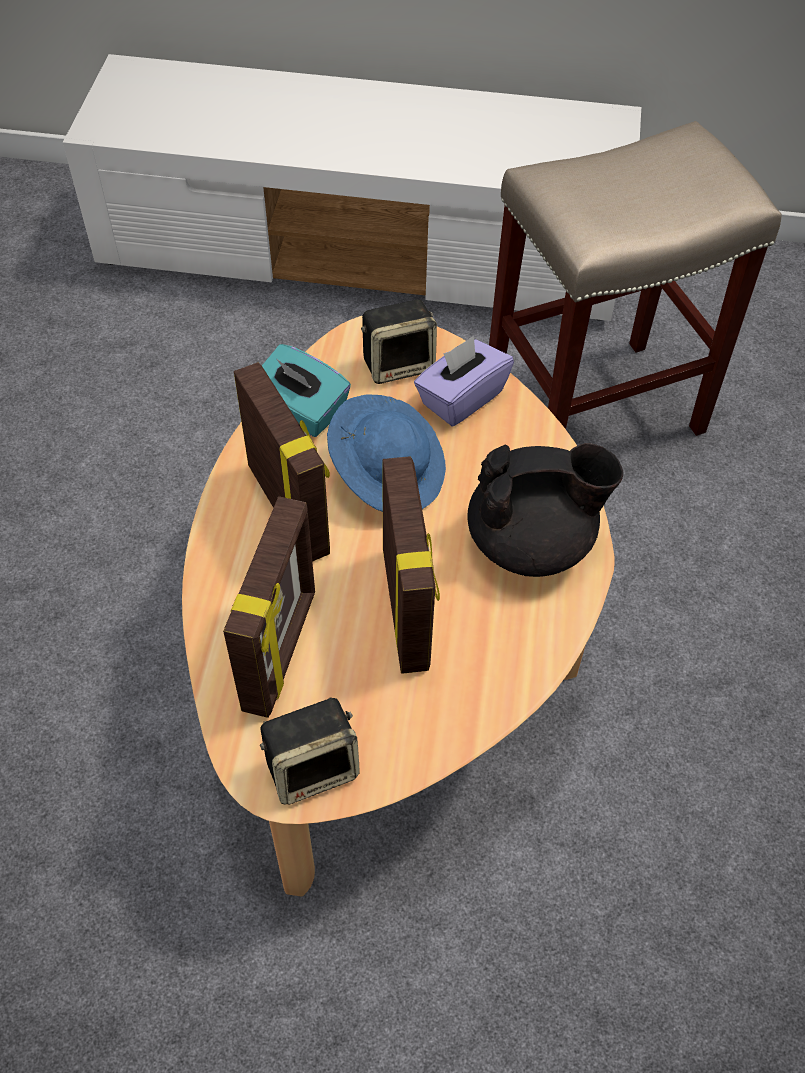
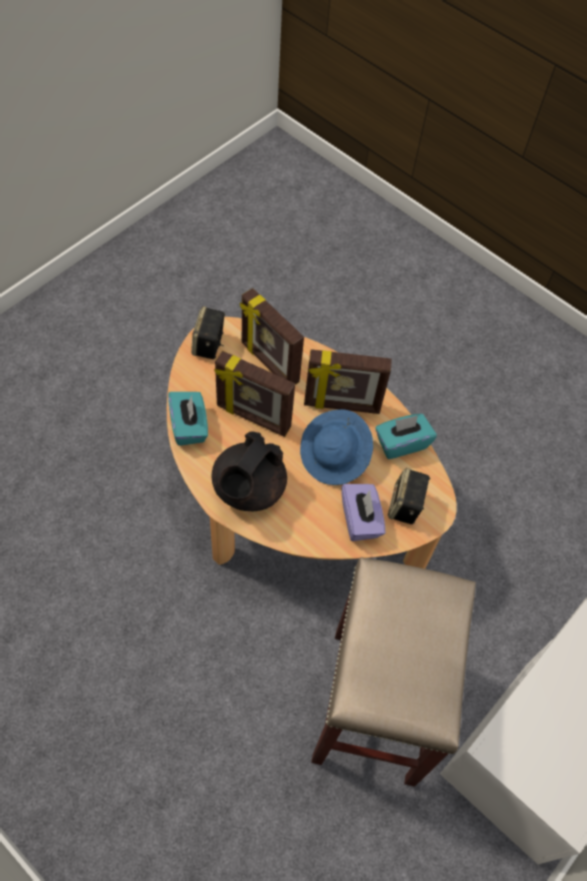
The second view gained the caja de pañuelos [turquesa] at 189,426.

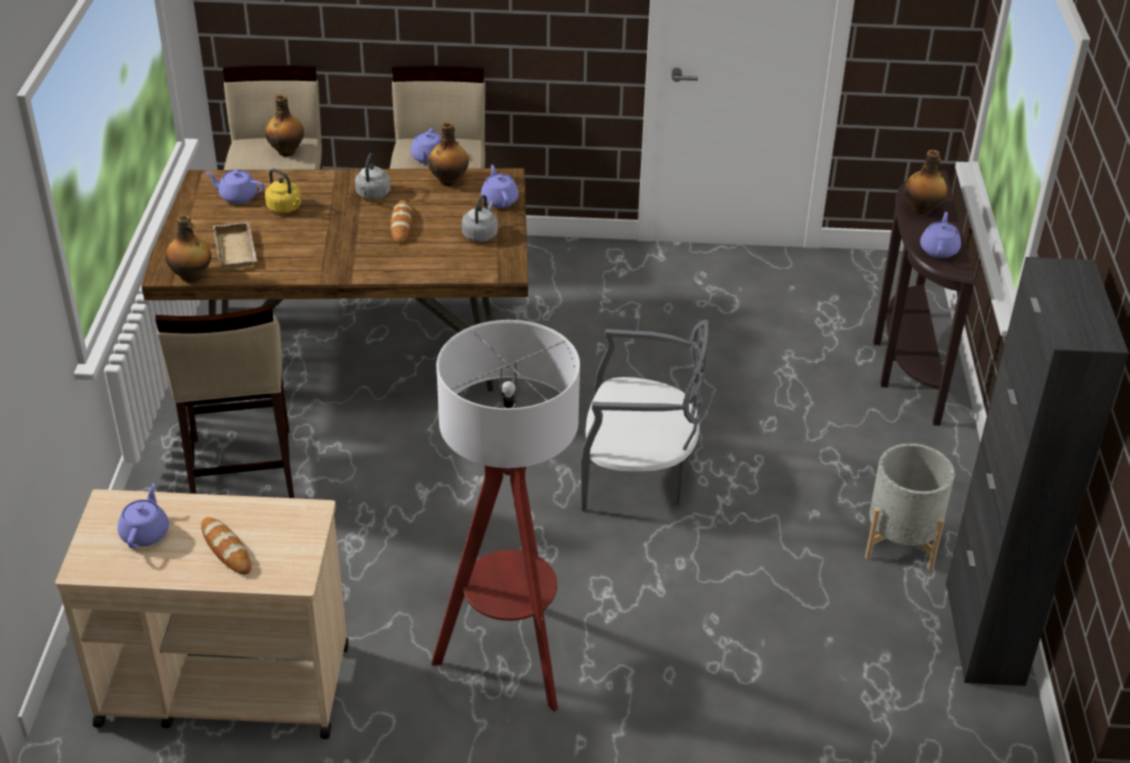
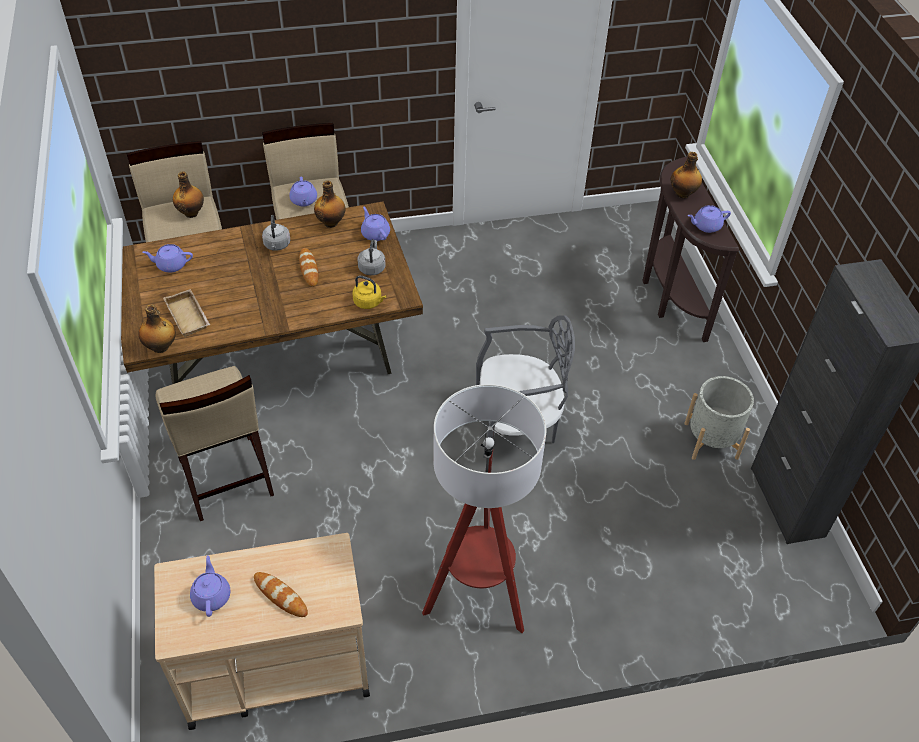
The hervidor [amarillo] ended up elsewhere, having gone from 285,208 to 369,302.
The tetera [morado] at 939,249 ended up facing another way, 105 degrees counterclockwise from before.

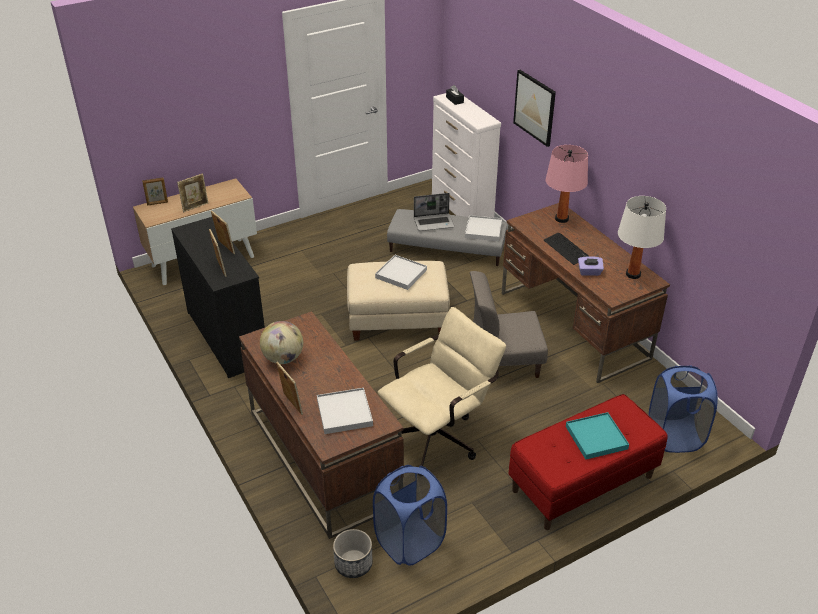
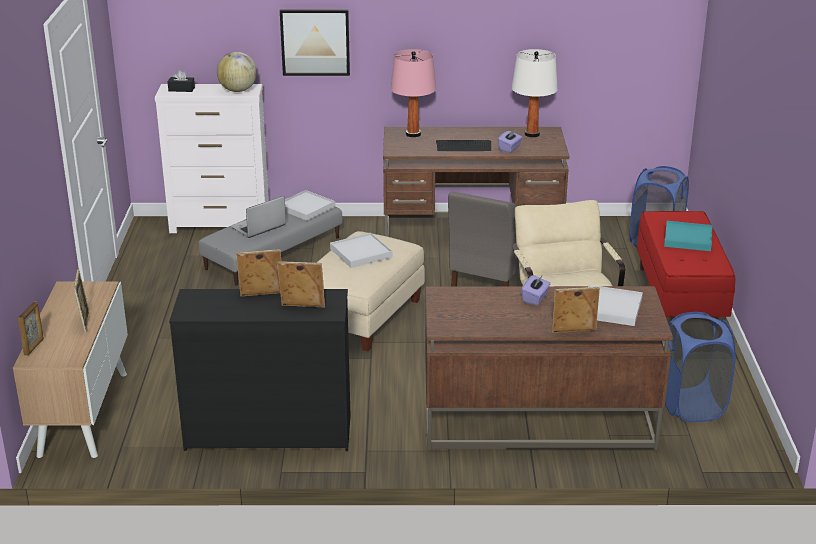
The second view lost the maceta at 353,564.
The second view gained the caja de pañuelos [morado] at 535,298.
The globo terráqueo ended up elsewhere, having gone from 283,358 to 238,90.
The portátil at 434,223 ended up facing another way, 150 degrees counterclockwise from before.

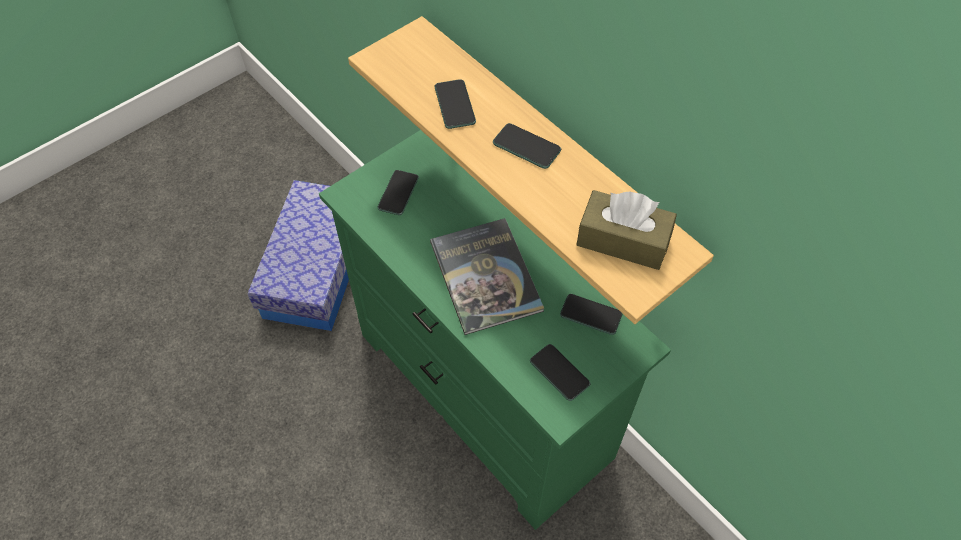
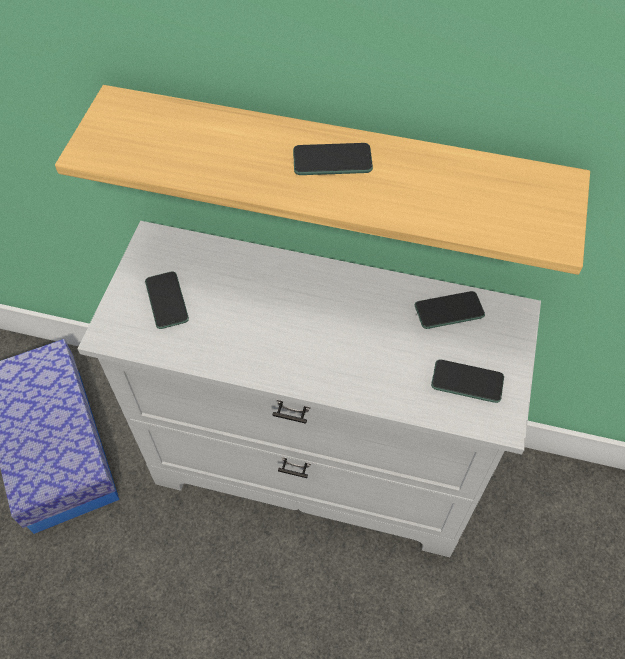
The second view lost the libro at 485,276.
The second view lost the móvil at 455,105.
The second view lost the caja de pañuelos [marrón] at 623,240.
What was the cómoda [verde] at 484,395 turned into the cómoda [blanco] at 315,466.

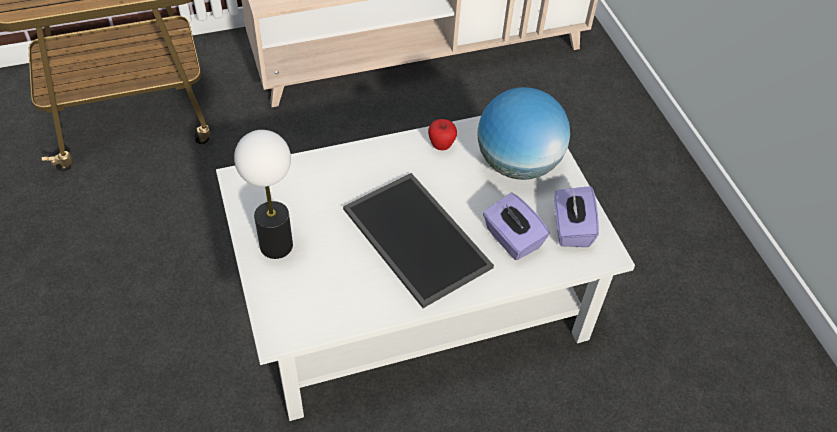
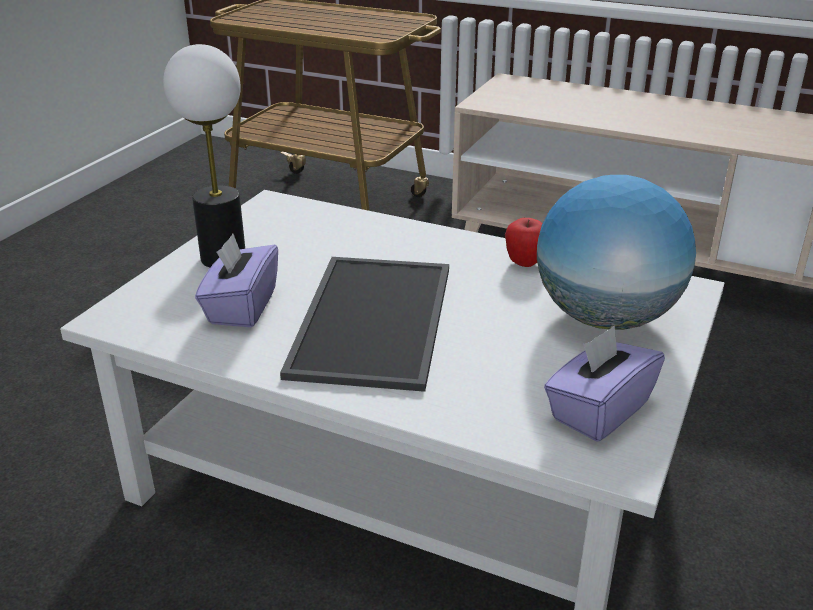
The caja de pañuelos [morado] ended up elsewhere, having gone from 512,239 to 241,307.

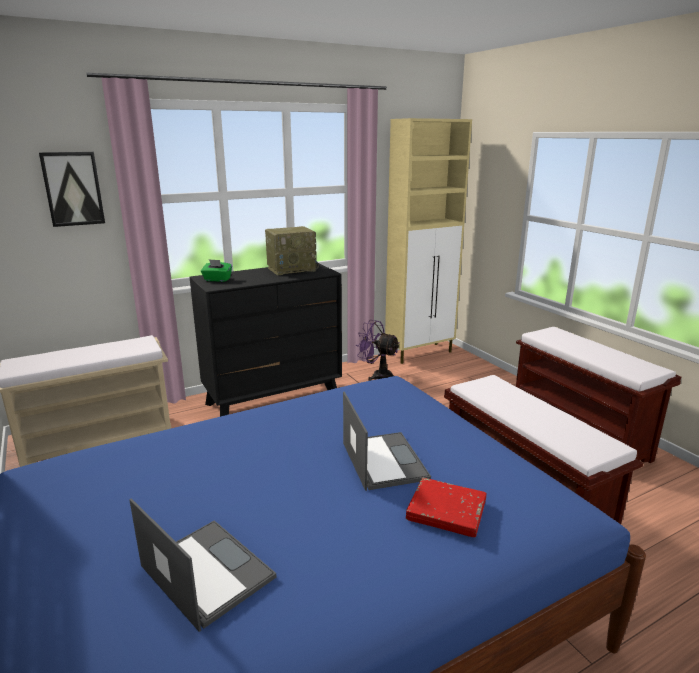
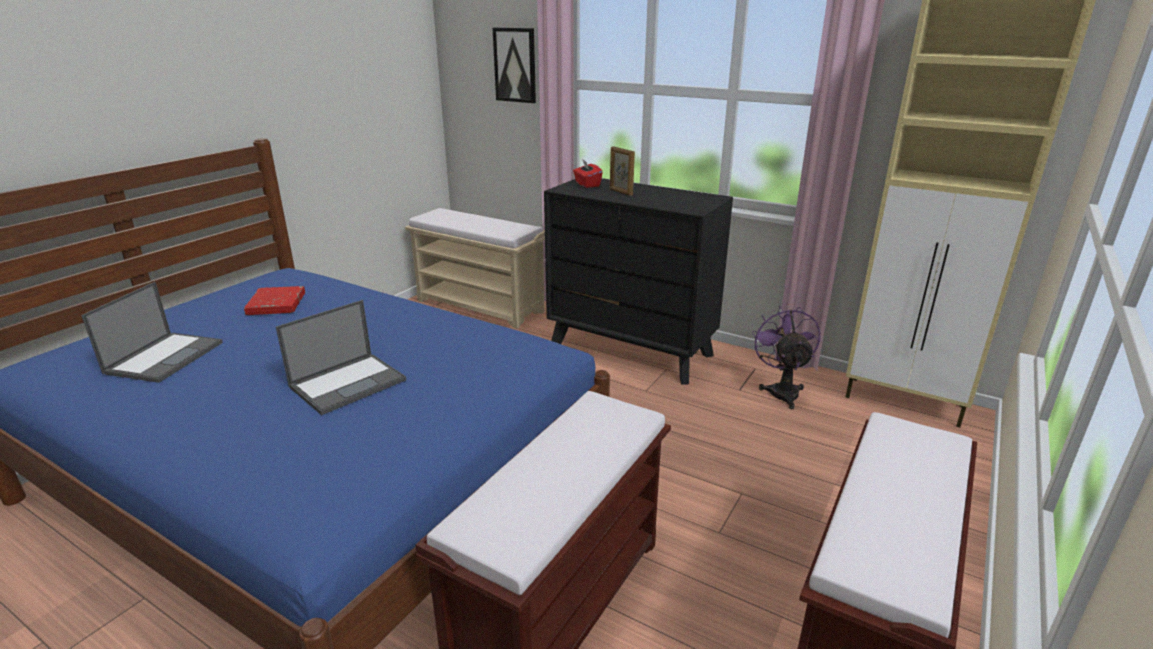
The second view lost the radio at 292,269.
The second view gained the portarretratos at 620,192.
The libro [rojo] ended up elsewhere, having gone from 446,511 to 276,304.
What was the caja de pañuelos [verde] at 217,280 turned into the caja de pañuelos [rojo] at 587,184.

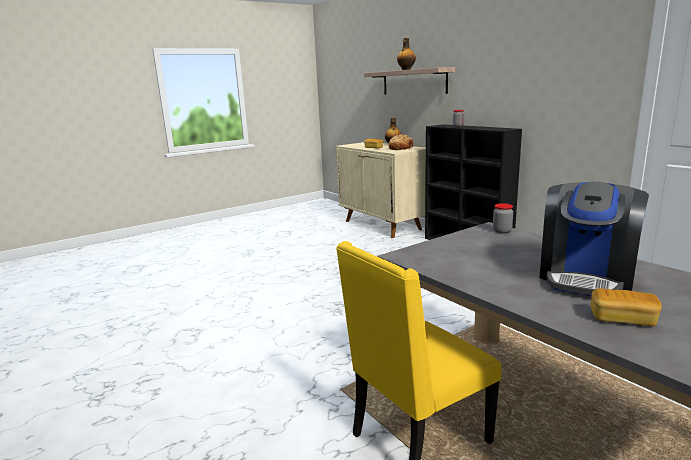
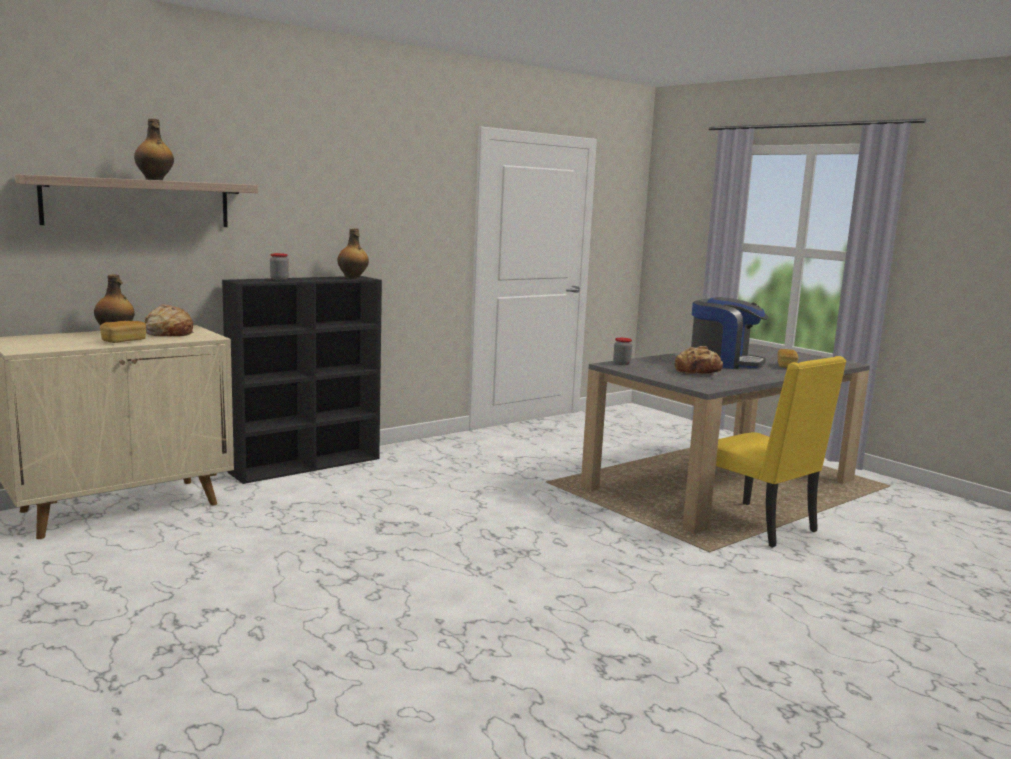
The second view gained the botella at 352,278.
The second view gained the pan at 698,372.

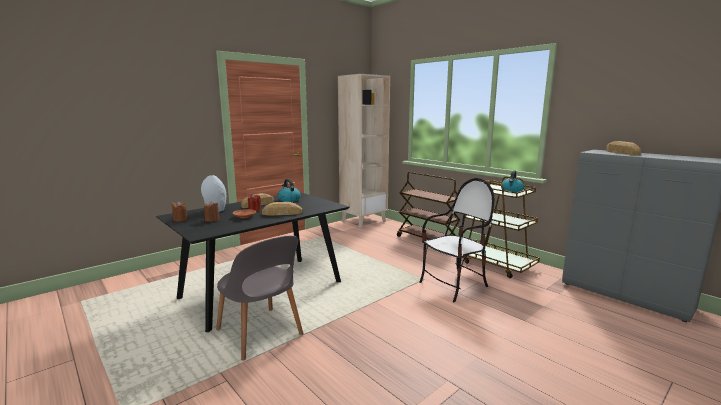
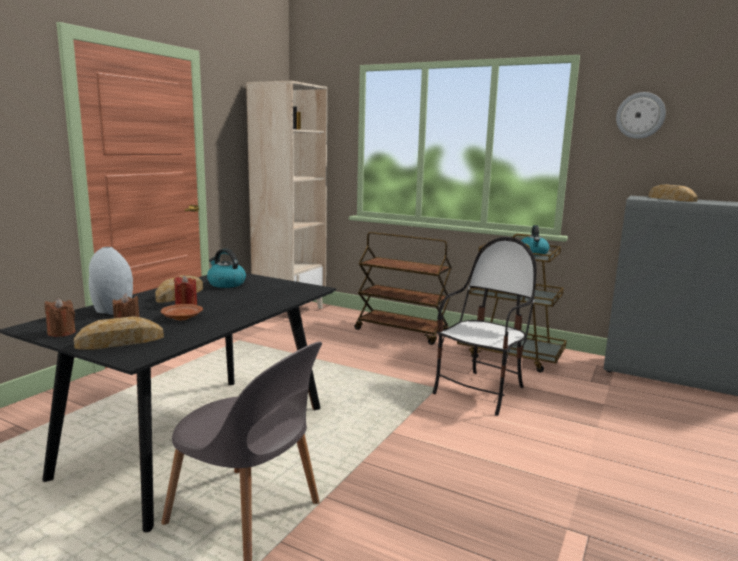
The second view gained the reloj de pared at 640,115.
The pan ended up elsewhere, having gone from 282,213 to 120,341.

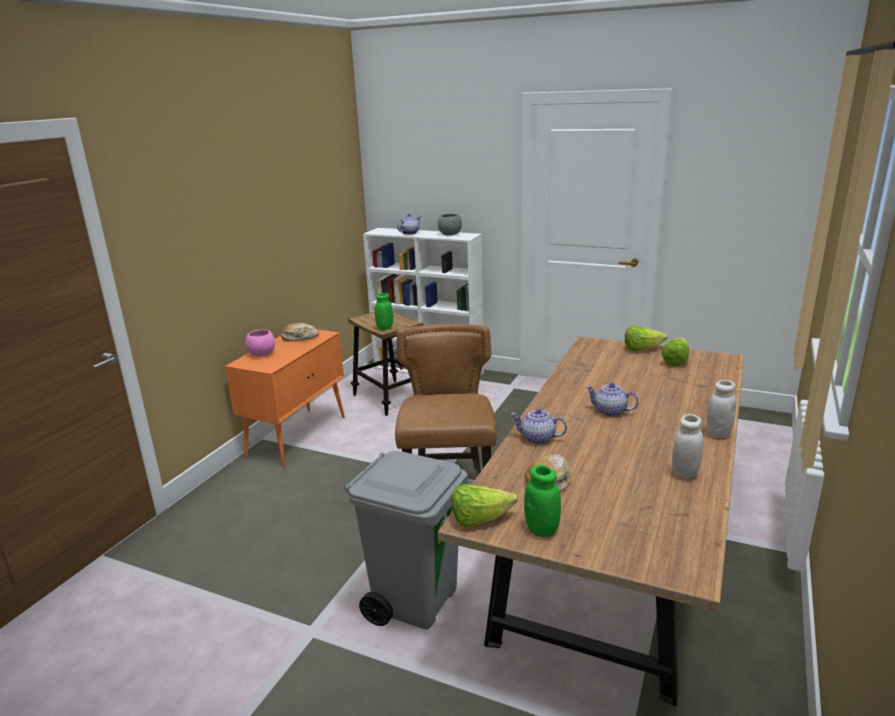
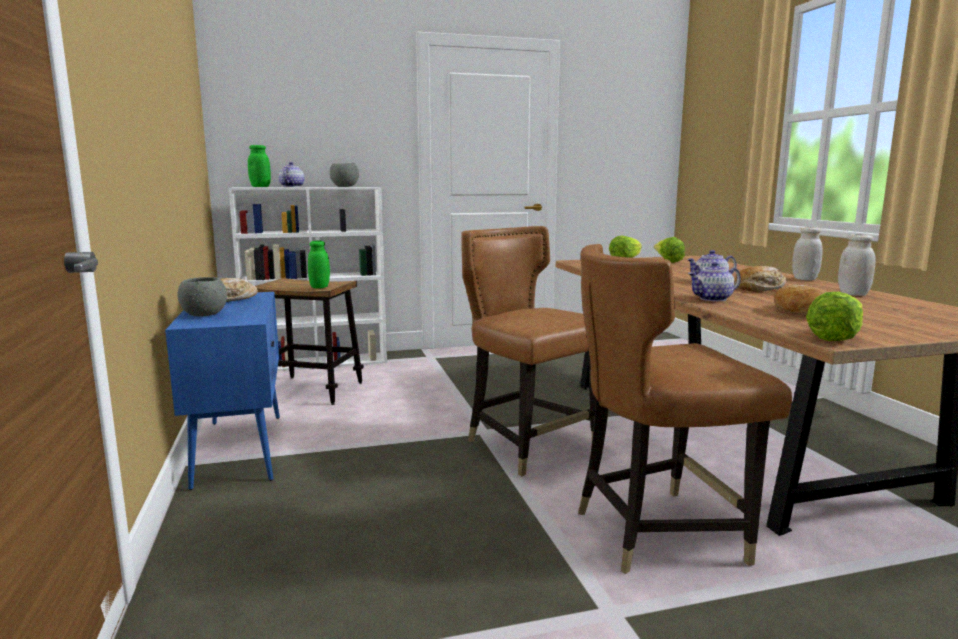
The second view gained the pan at 760,288.
The tarro [verde] ended up elsewhere, having gone from 542,529 to 260,187.
Where the papelera [gris] stood at 415,601, the silla [marrón] came to stand at 657,532.
What was the armario [naranja] at 298,435 turned into the armario [azul] at 239,448.
What was the cuenco [rosa] at 262,354 turned into the cuenco [gris] at 205,315.

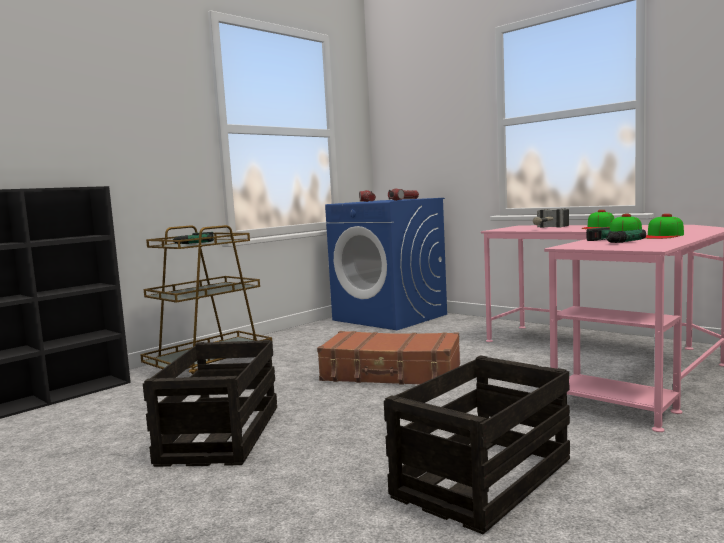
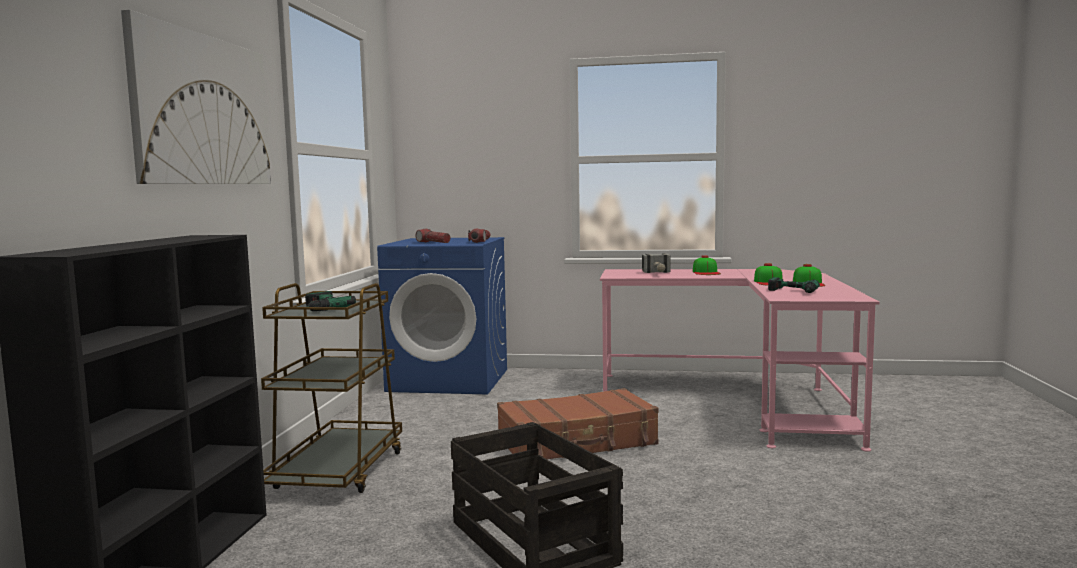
The second view lost the caja de embalaje at 482,479.
The second view gained the cuadro at 203,110.

